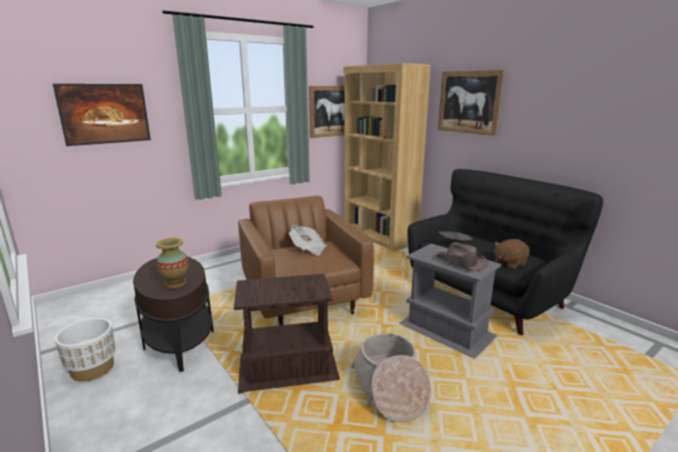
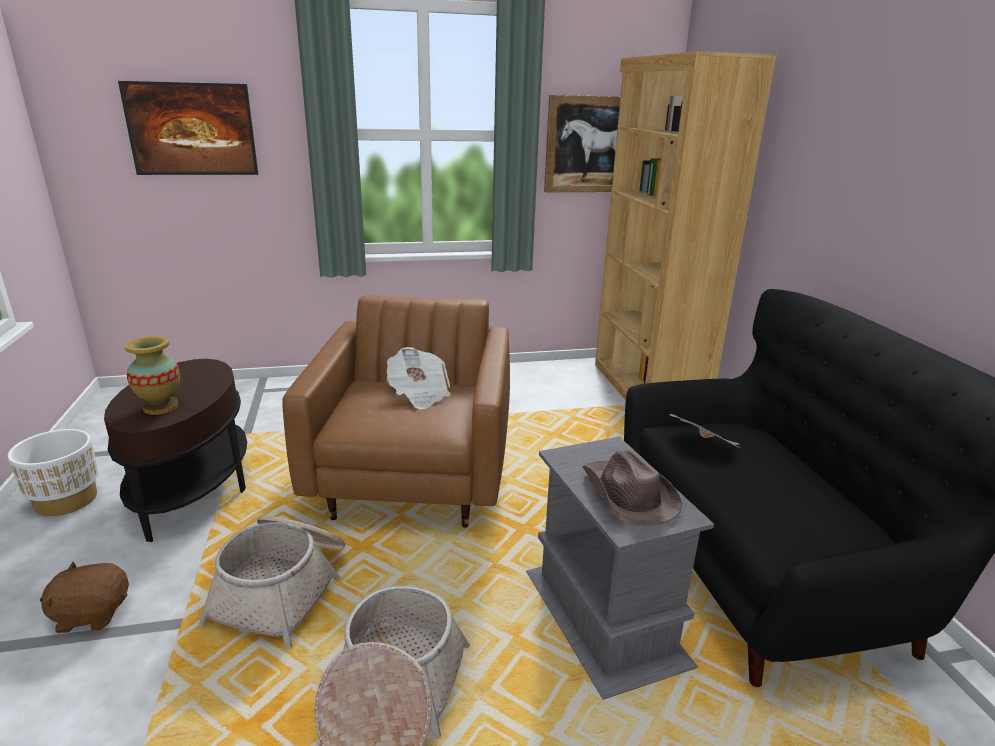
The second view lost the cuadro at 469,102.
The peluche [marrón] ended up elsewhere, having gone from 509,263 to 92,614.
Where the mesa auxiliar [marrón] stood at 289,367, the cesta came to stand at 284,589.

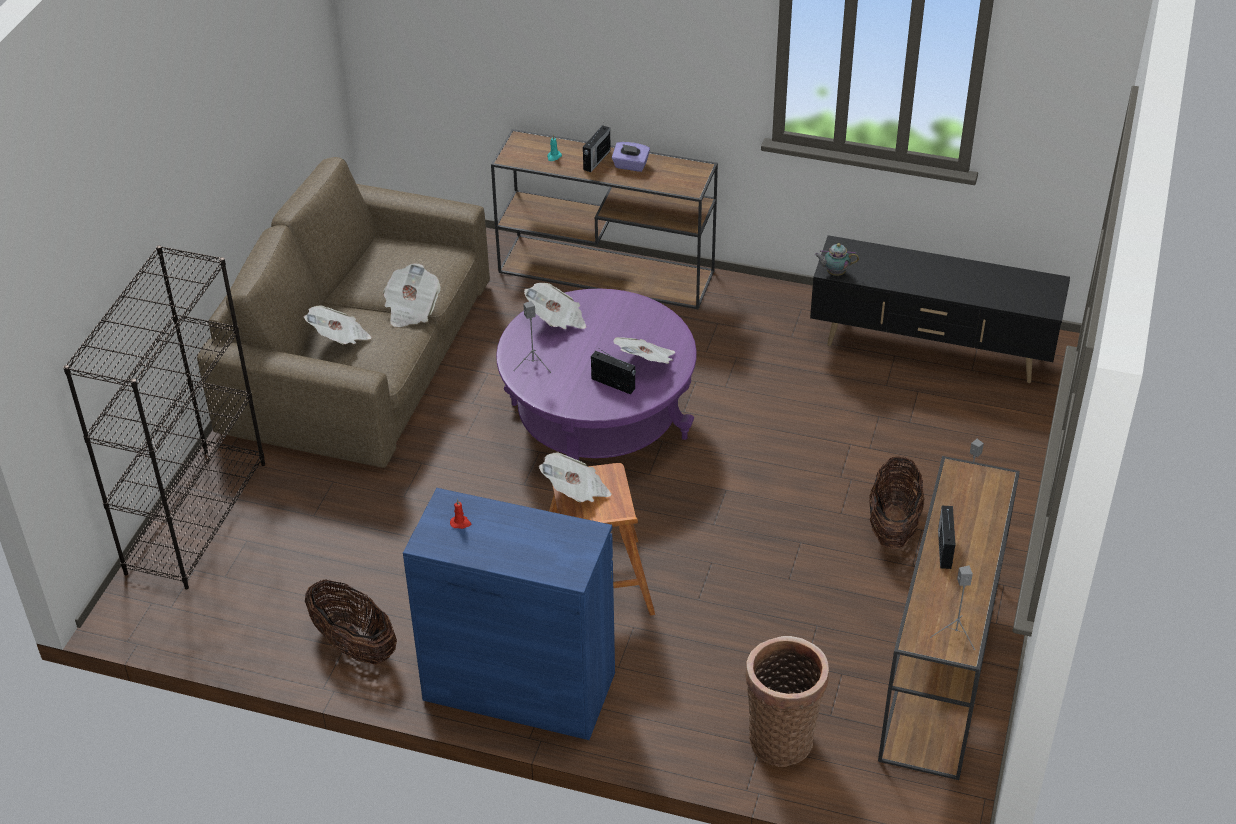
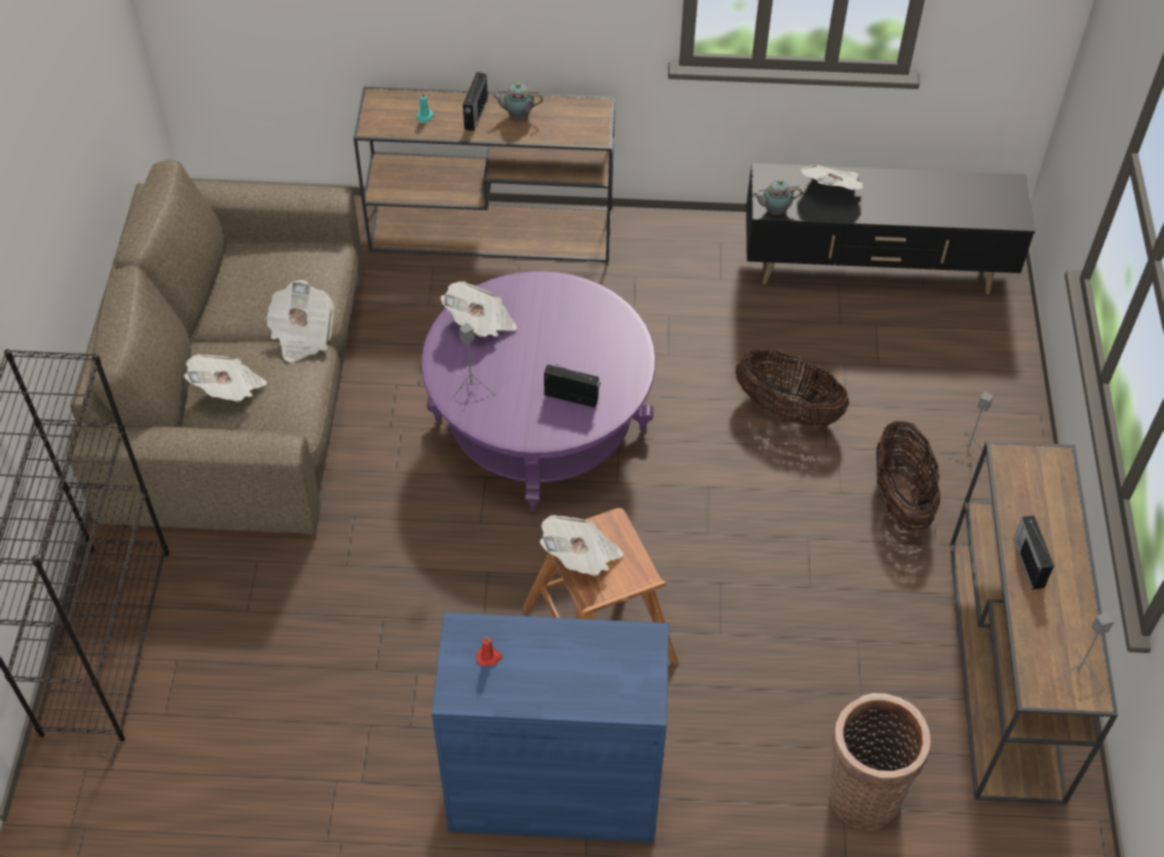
The cesta ended up elsewhere, having gone from 354,645 to 787,410.
The periódico ended up elsewhere, having gone from 646,362 to 832,190.
Where the caja de pañuelos [morado] stood at 630,165, the tetera came to stand at 517,115.

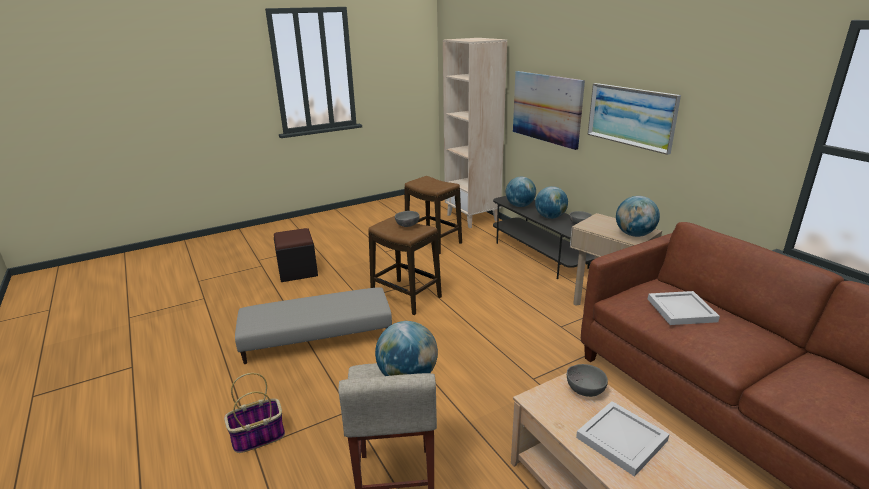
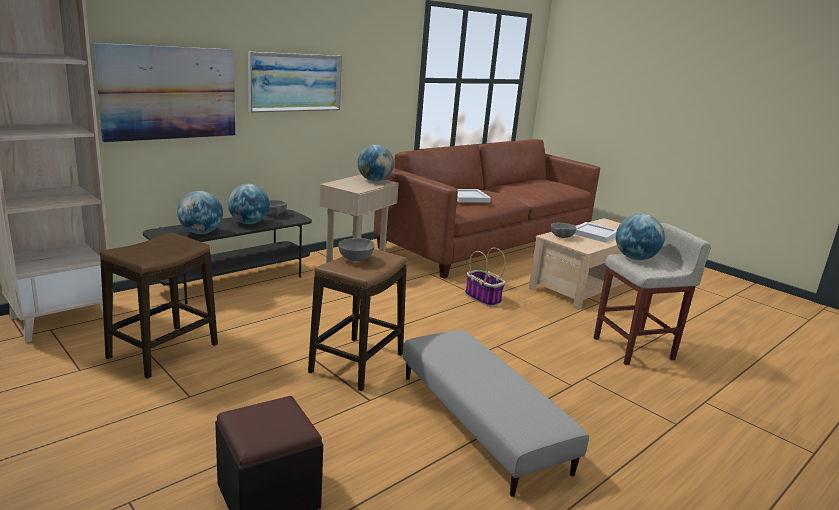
The cesta ended up elsewhere, having gone from 257,437 to 483,298.

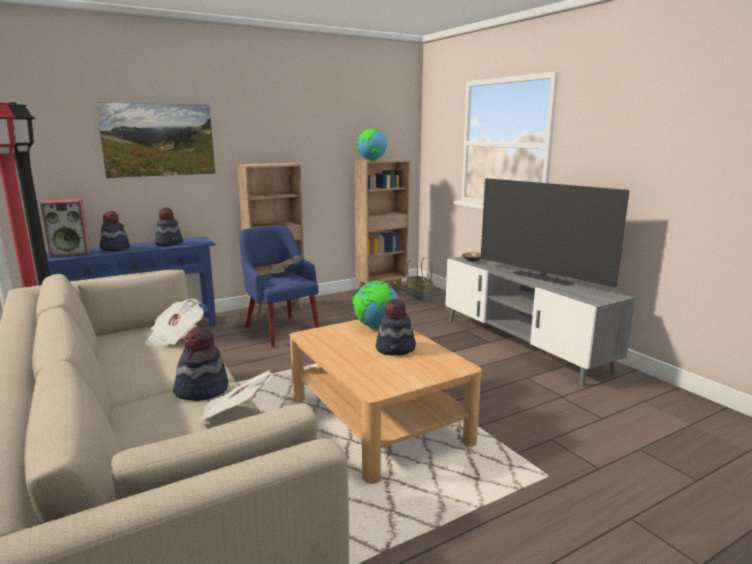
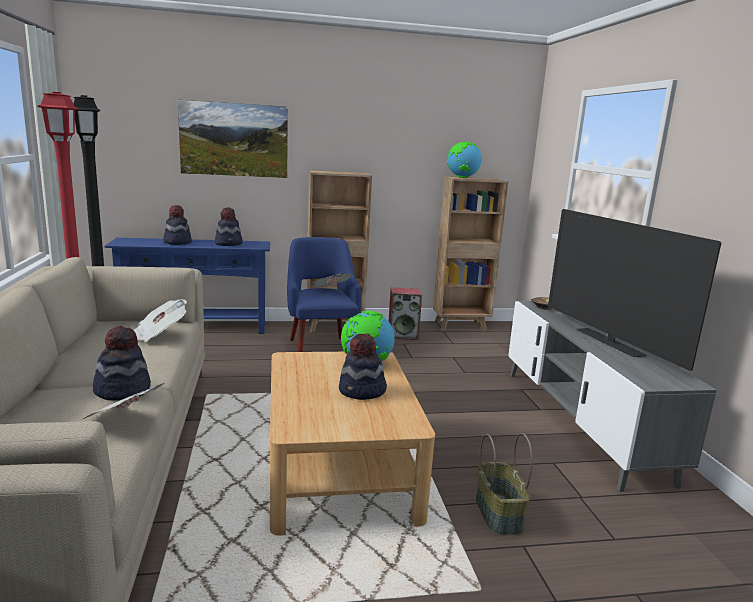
The altavoz ended up elsewhere, having gone from 71,253 to 403,335.
The cesta ended up elsewhere, having gone from 419,296 to 499,514.

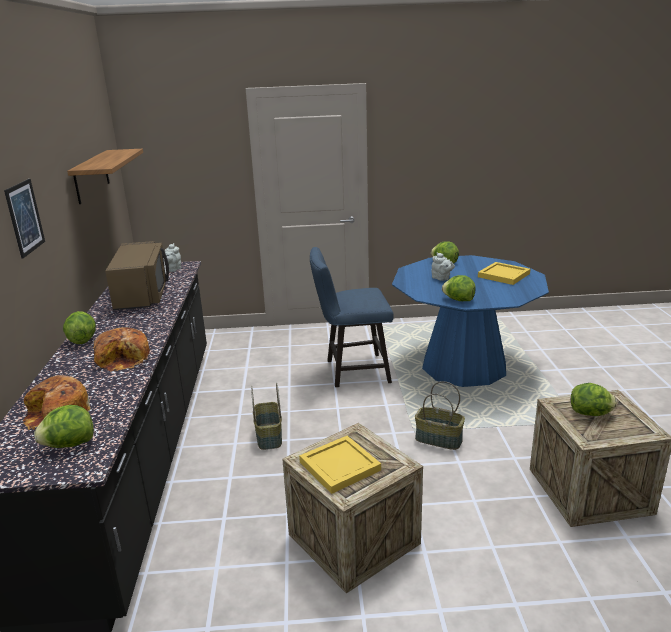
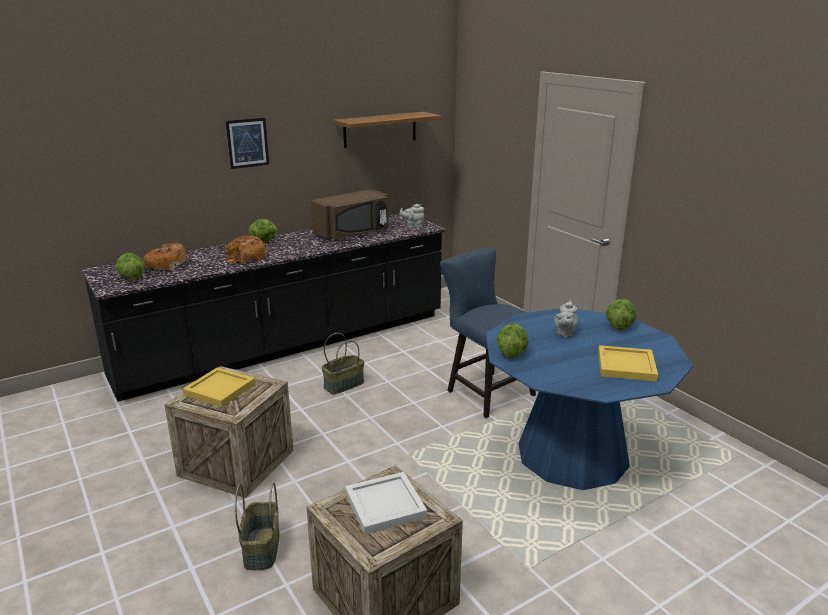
The cesta ended up elsewhere, having gone from 438,440 to 261,548.
Where the lechuga stood at 590,413, the bandeja [blanco] came to stand at 385,504.

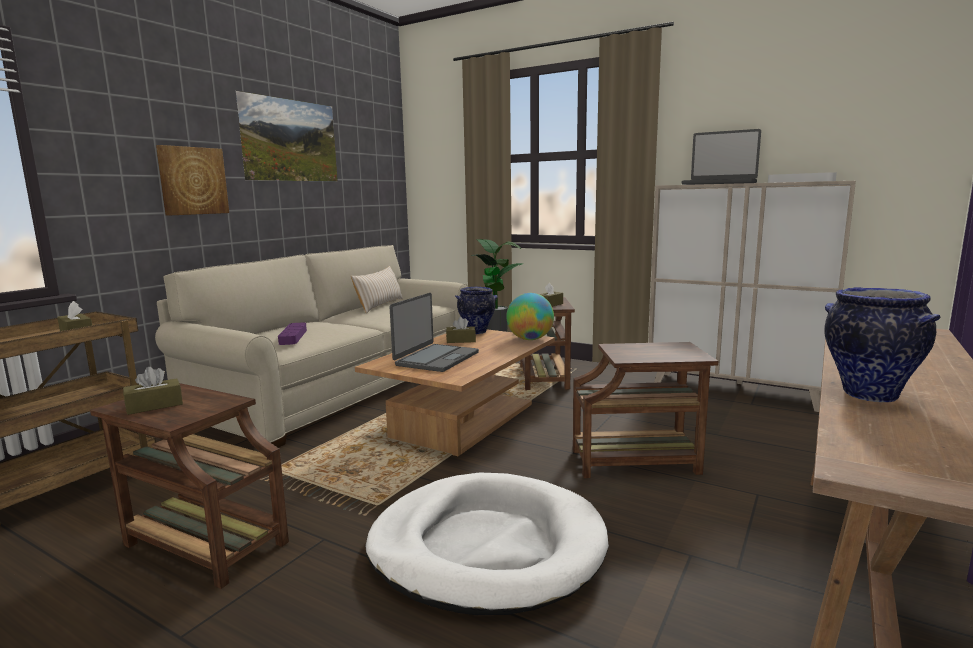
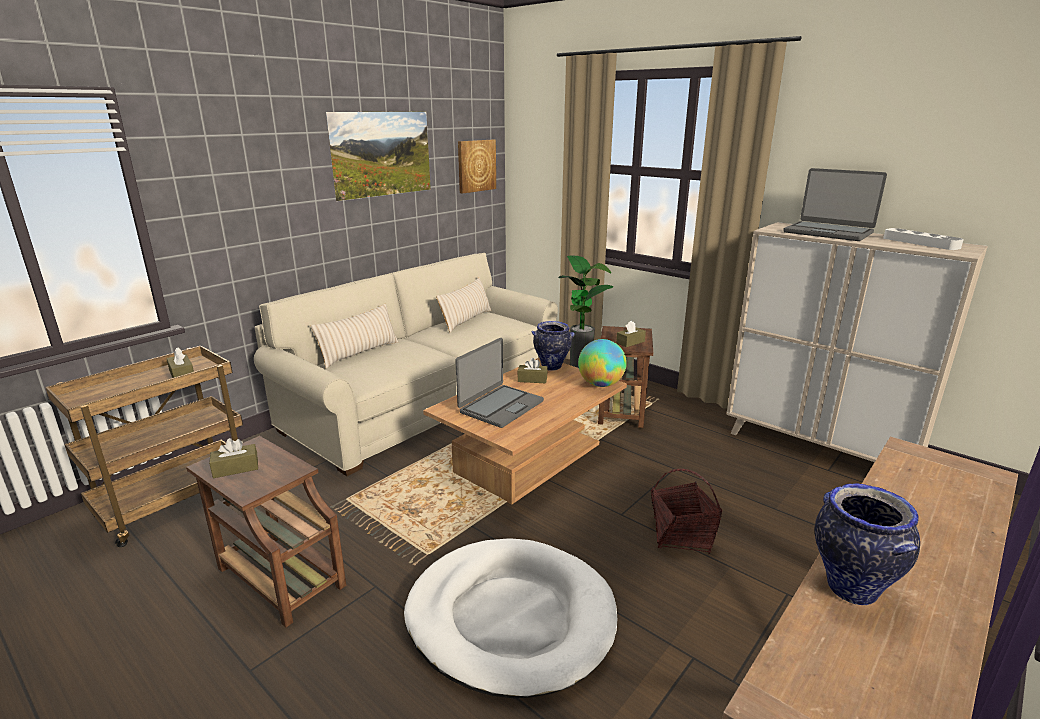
The second view lost the bandeja [morado] at 293,337.
The second view gained the cojín [beis] at 359,353.
The cuadro ended up elsewhere, having gone from 192,181 to 476,166.
Where the mesa auxiliar [marrón] stood at 638,462, the cesta came to stand at 681,535.

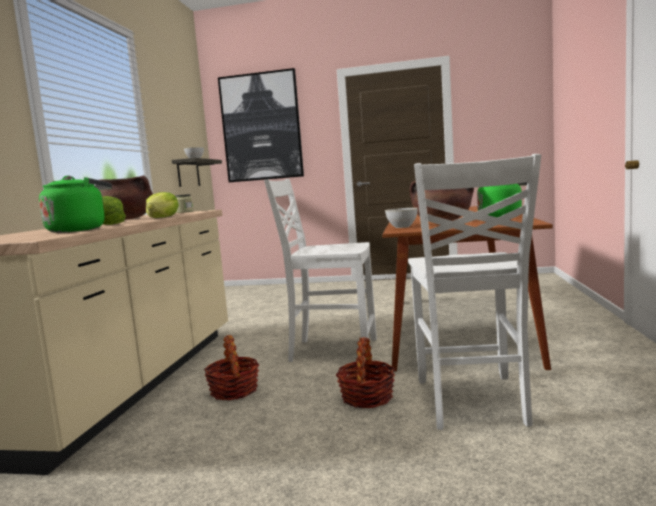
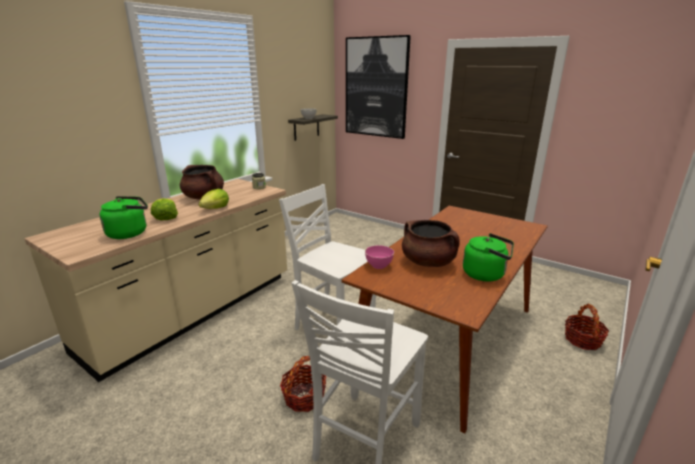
The cesta ended up elsewhere, having gone from 234,391 to 582,340.
What was the cuenco [gris] at 402,227 turned into the cuenco [rosa] at 379,266.

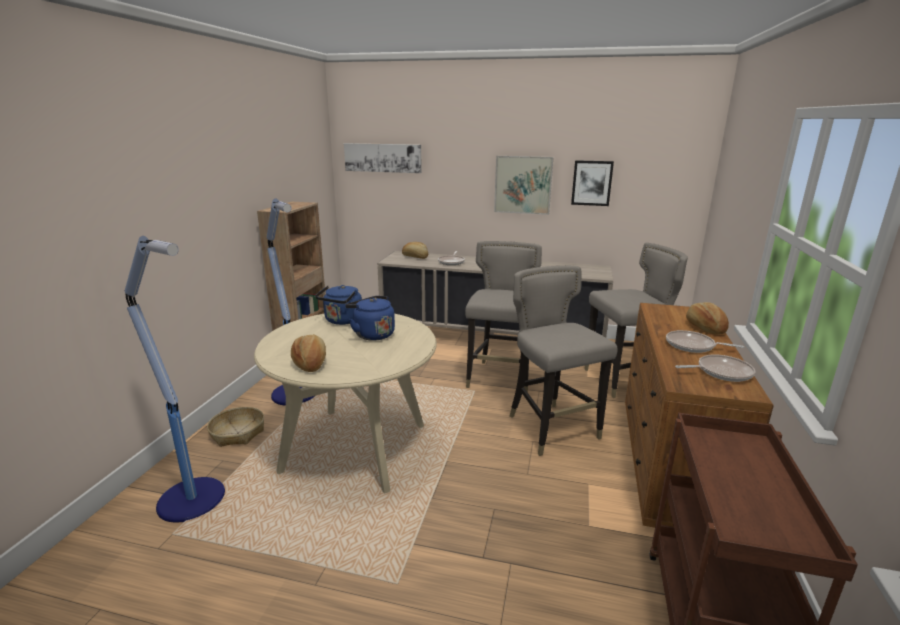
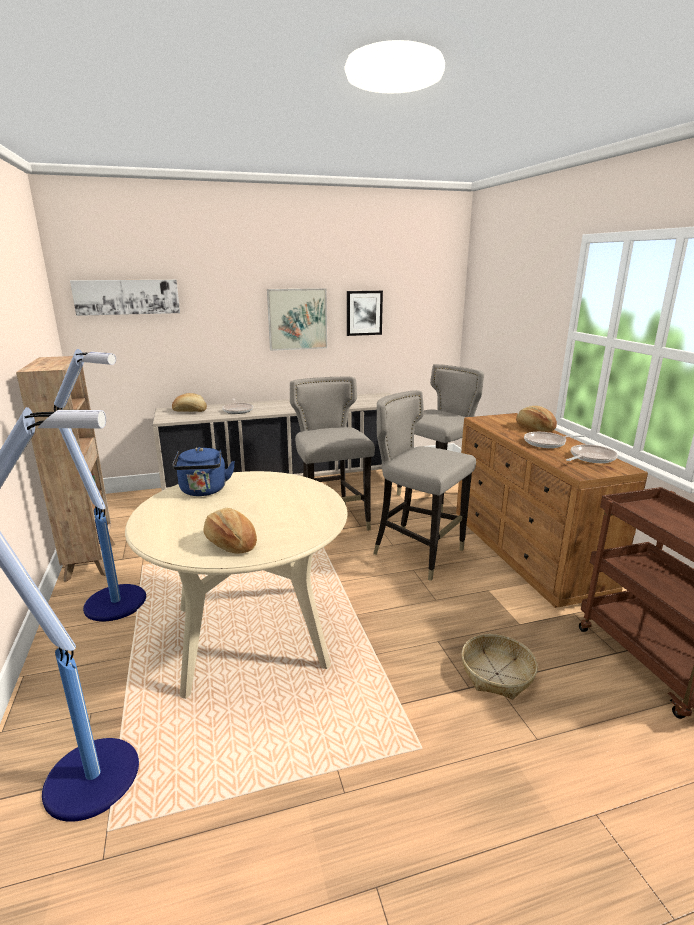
The second view lost the hervidor [azul] at 372,334.
The cesta ended up elsewhere, having gone from 237,433 to 496,674.

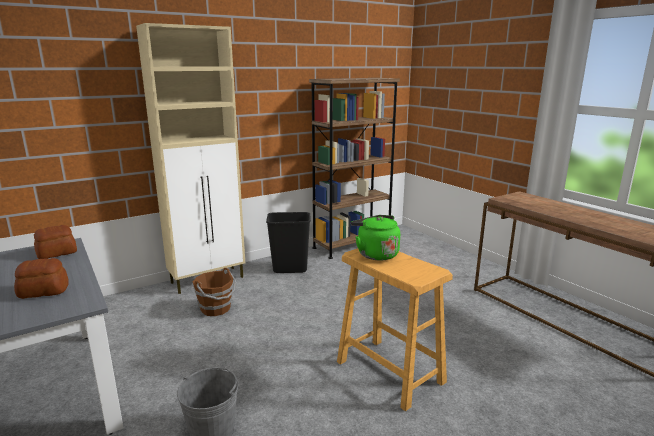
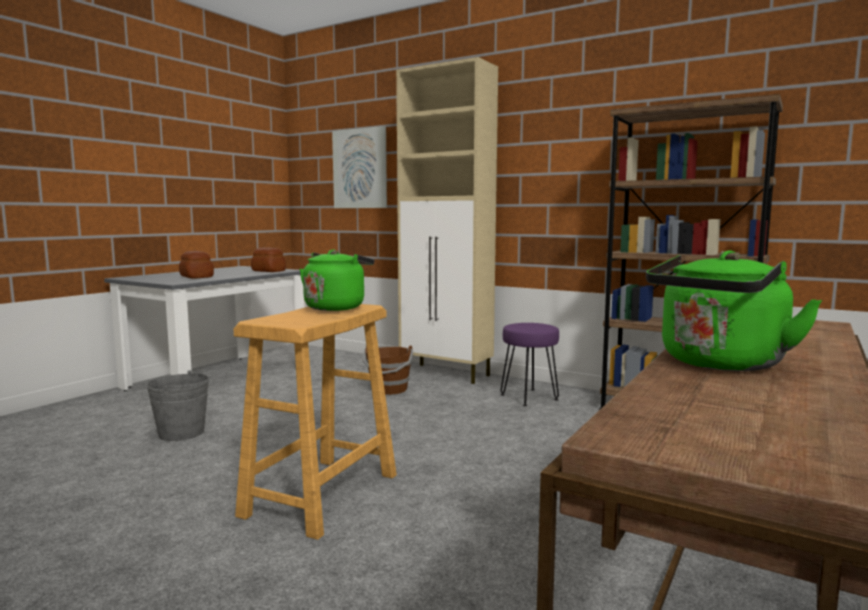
The second view gained the cuadro at 360,169.
The second view gained the hervidor [verde] at 718,364.
Where the papelera [negro] stood at 290,269, the taburete [morado] came to stand at 529,397.

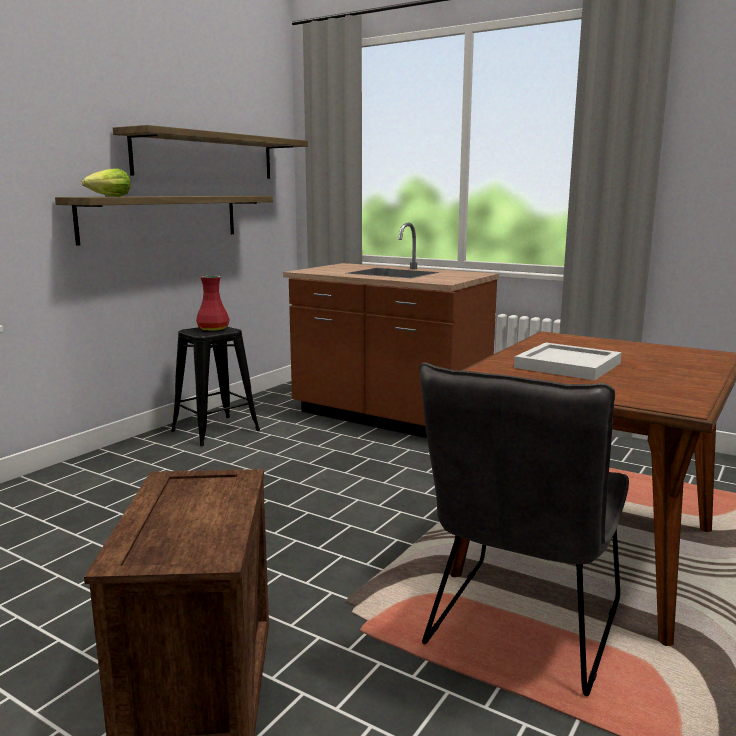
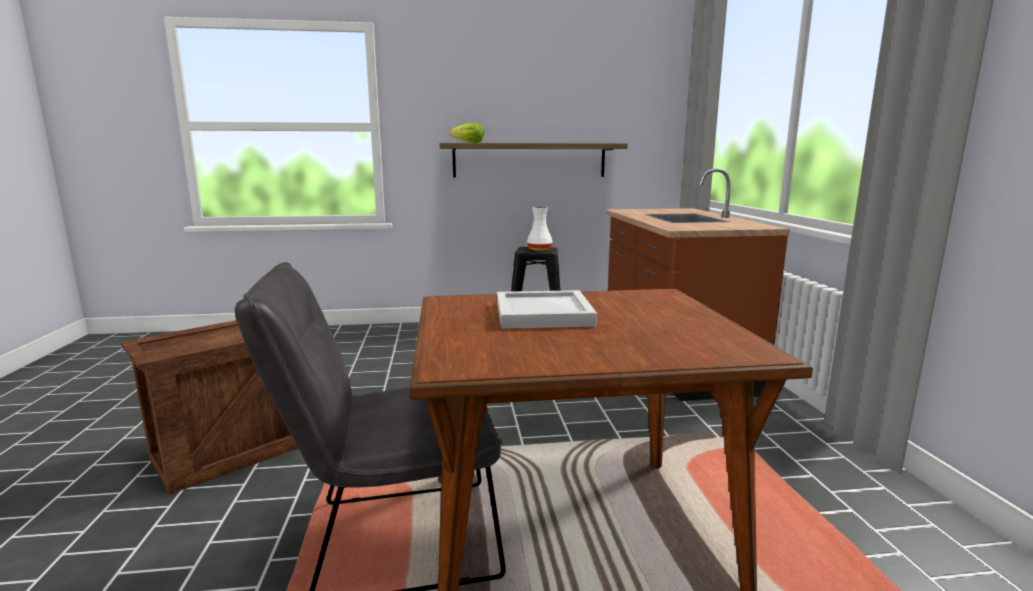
The second view lost the estante at 206,156.
What was the florero [rojo] at 214,329 turned into the florero [blanco] at 539,249.

